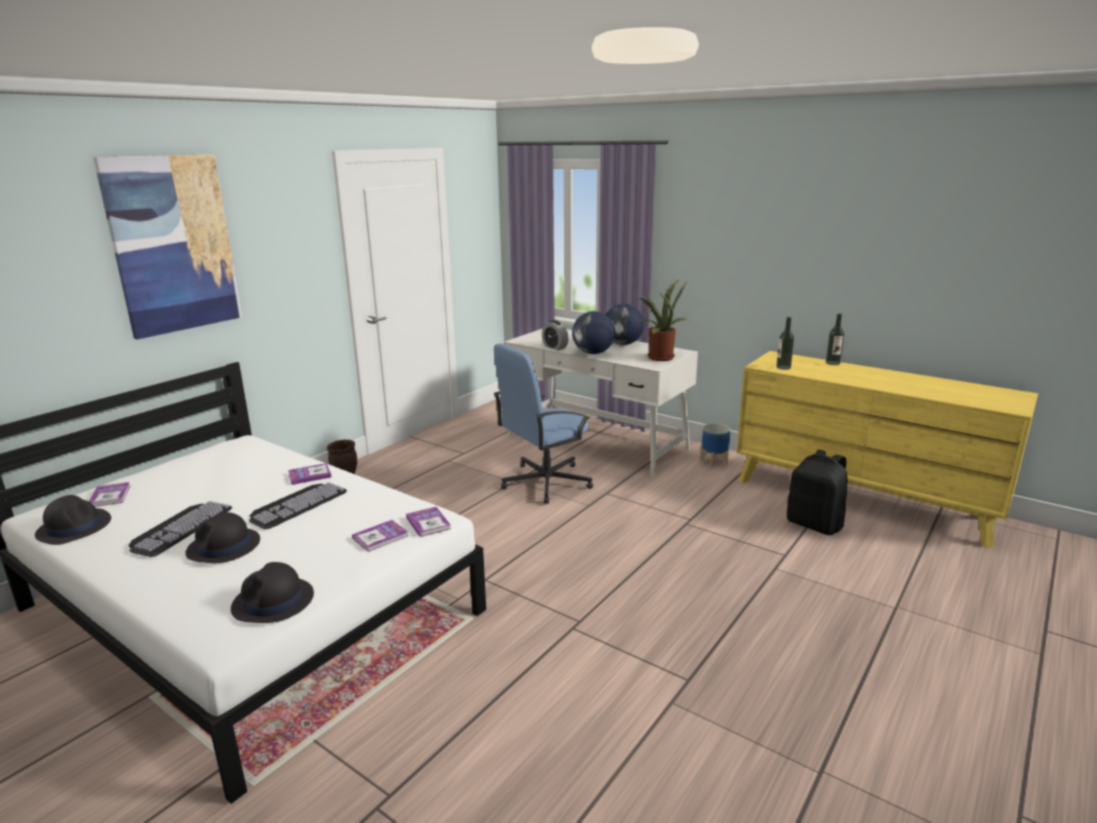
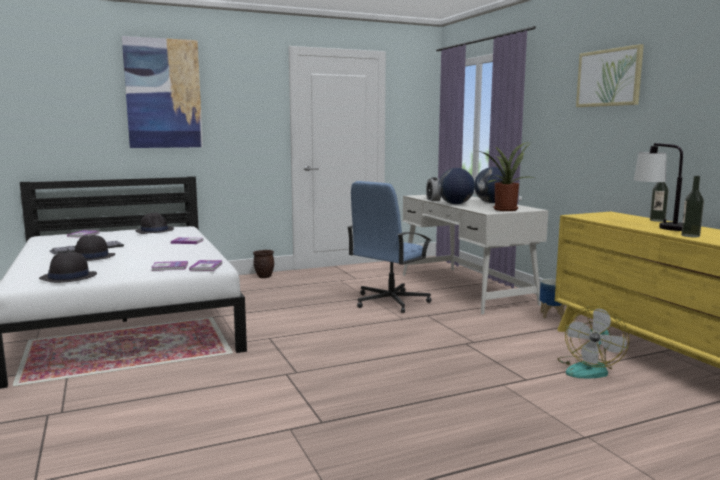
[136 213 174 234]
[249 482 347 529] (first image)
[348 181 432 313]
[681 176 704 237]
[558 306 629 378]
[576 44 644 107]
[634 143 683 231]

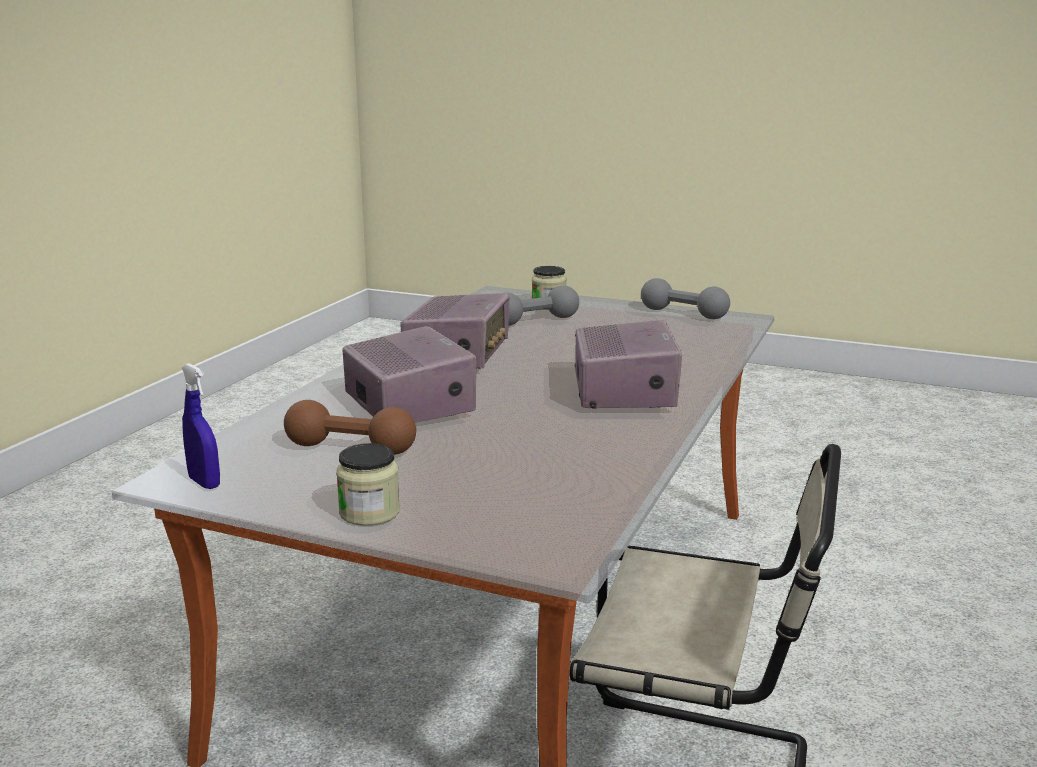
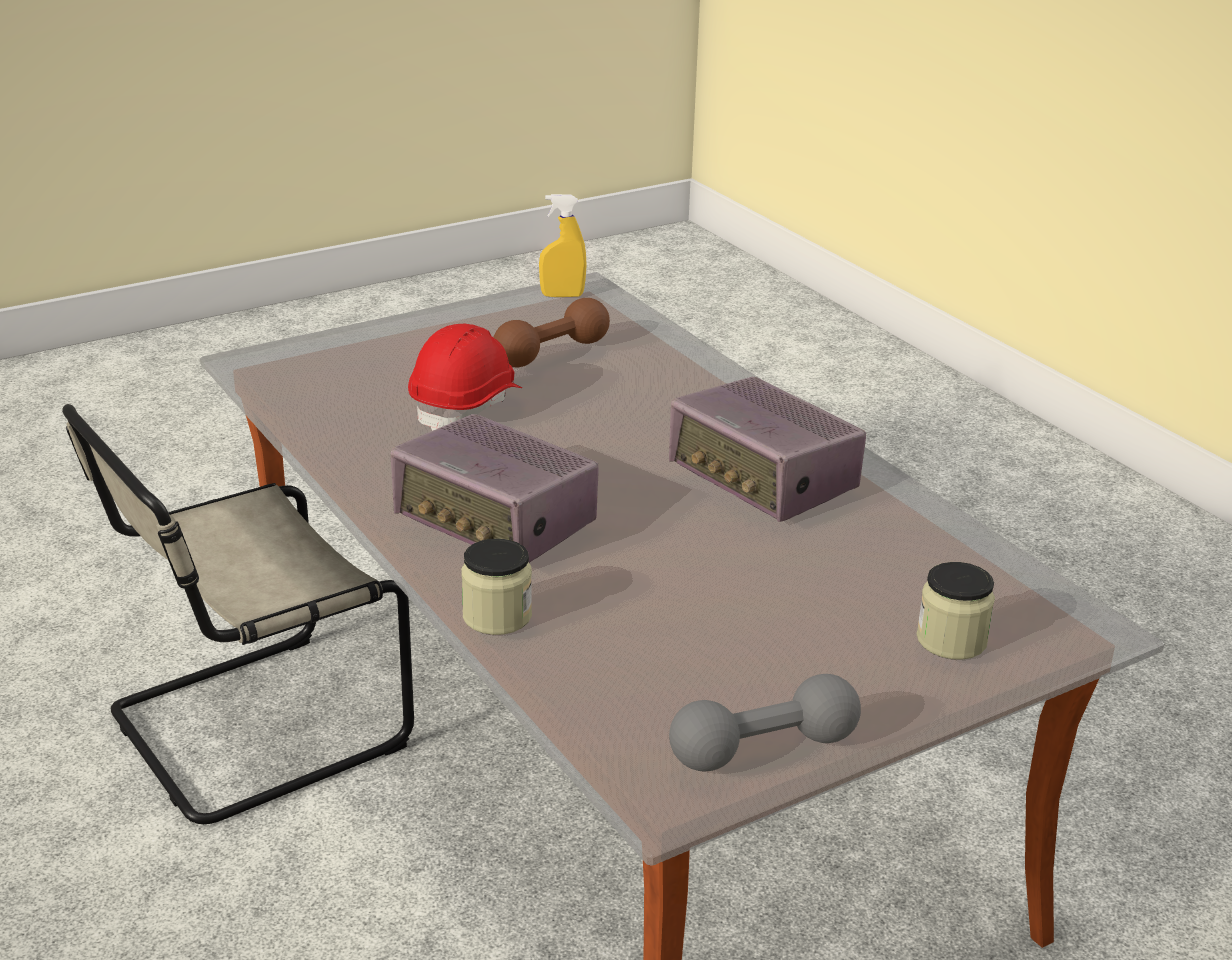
[539 194 587 297]
[461 539 532 635]
[342 326 476 422] (first image)
[505 285 579 326] (first image)
[408 324 522 431]

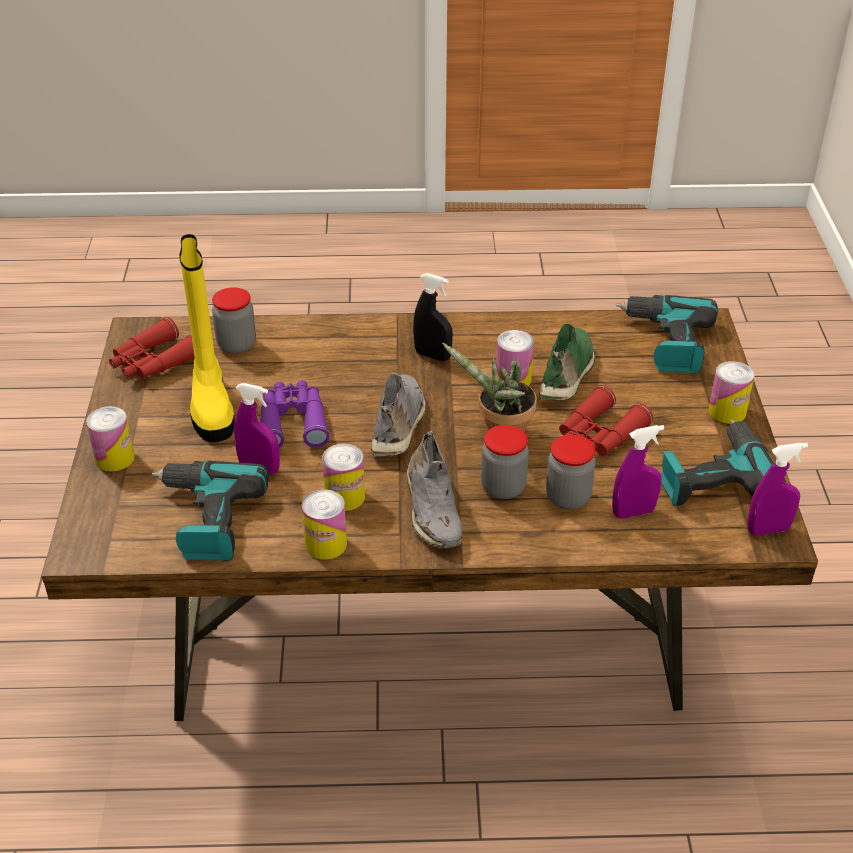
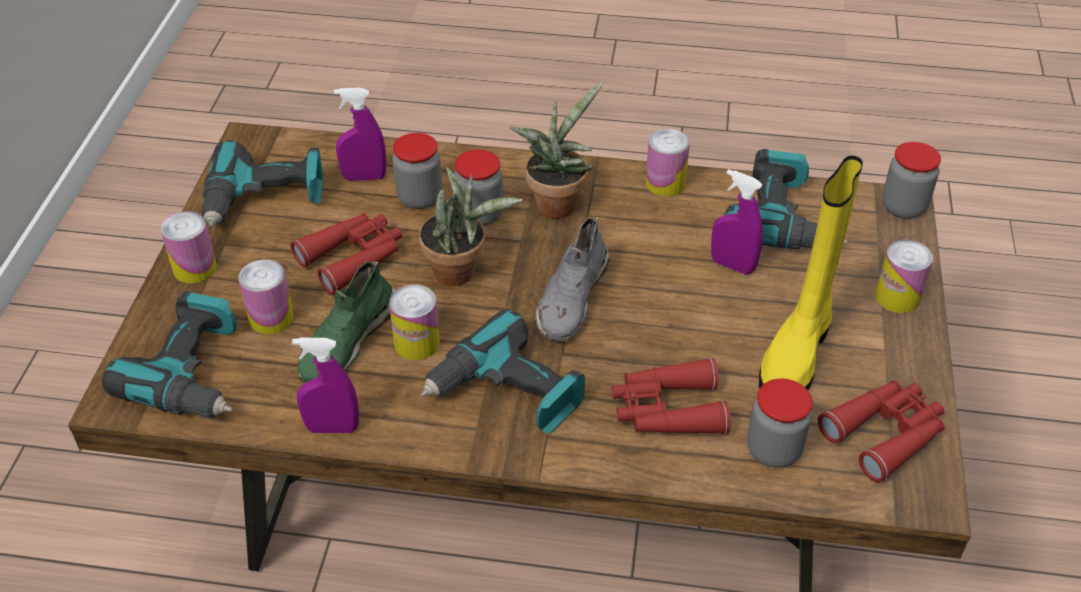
[759 156 863 390]
[260 380 330 448] (first image)
[238 259 294 334]
[509 82 603 219]
[420 309 585 434]
[292 338 359 433]
[612 358 731 434]
[882 142 941 219]

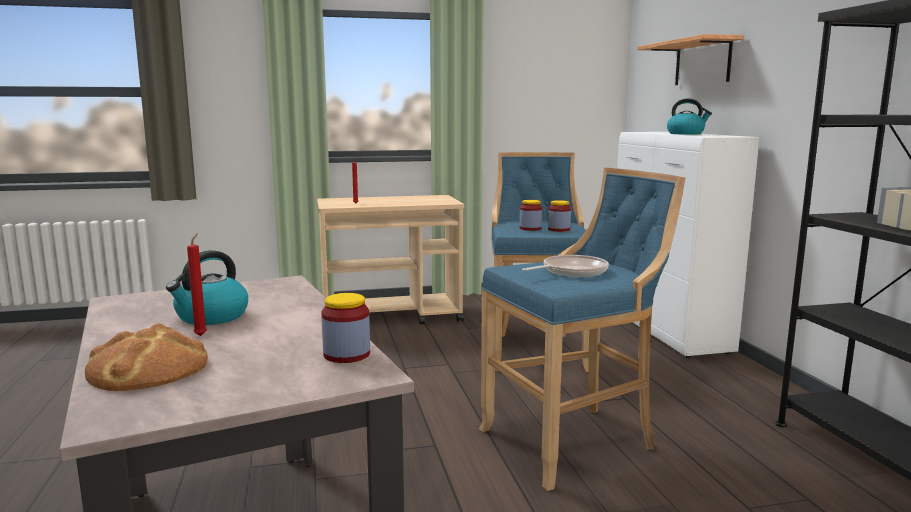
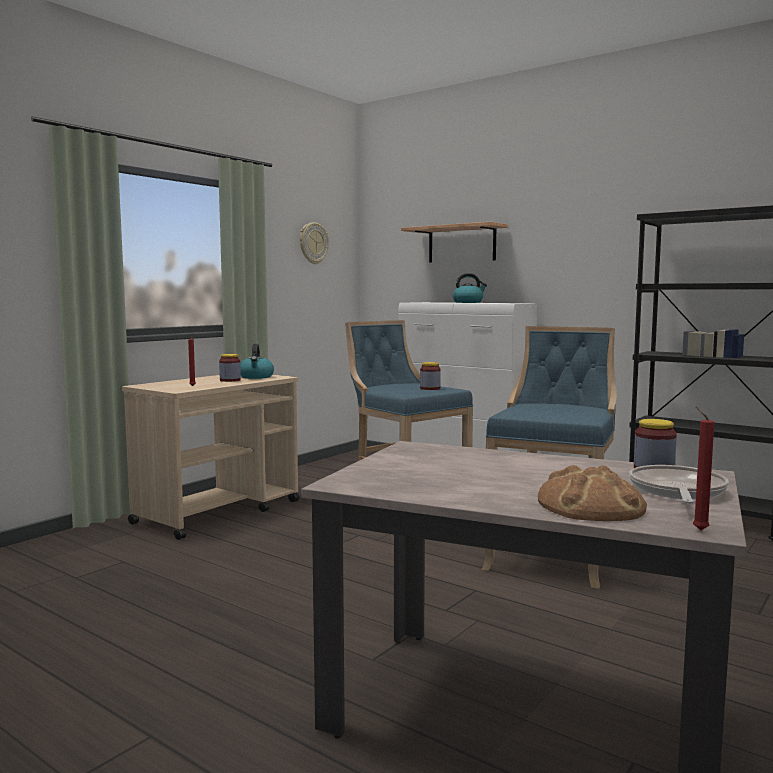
[240 344 274 379]
[693 407 714 531]
[219 354 241 382]
[629 465 729 504]
[300 222 329 264]

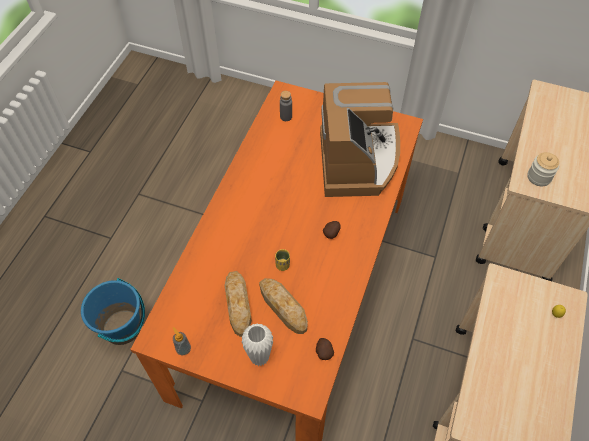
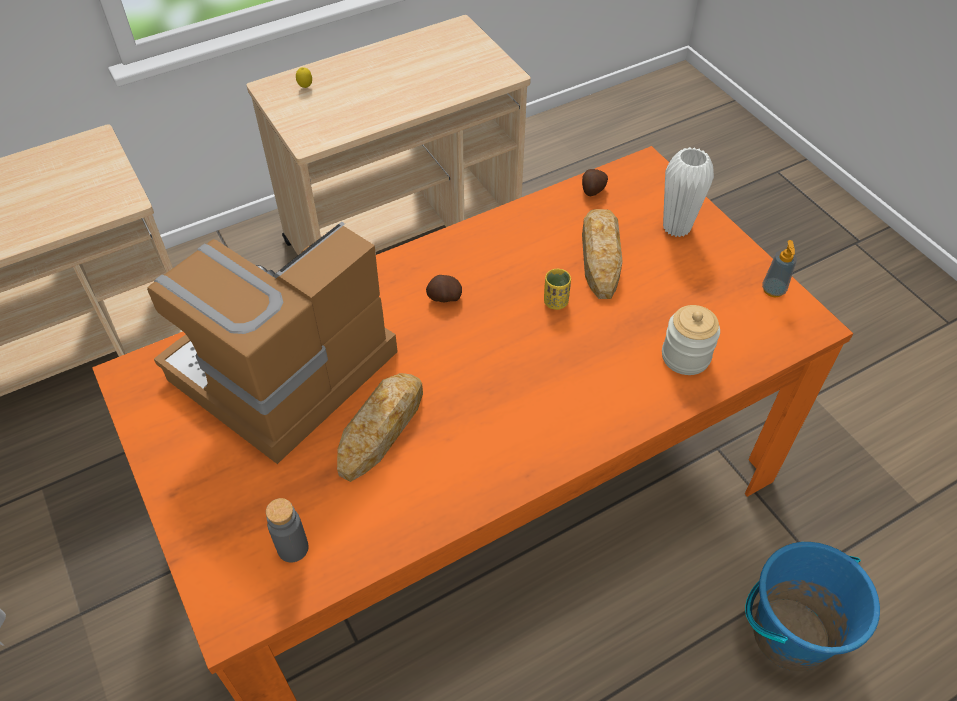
[337 373 423 482]
[662 305 720 375]

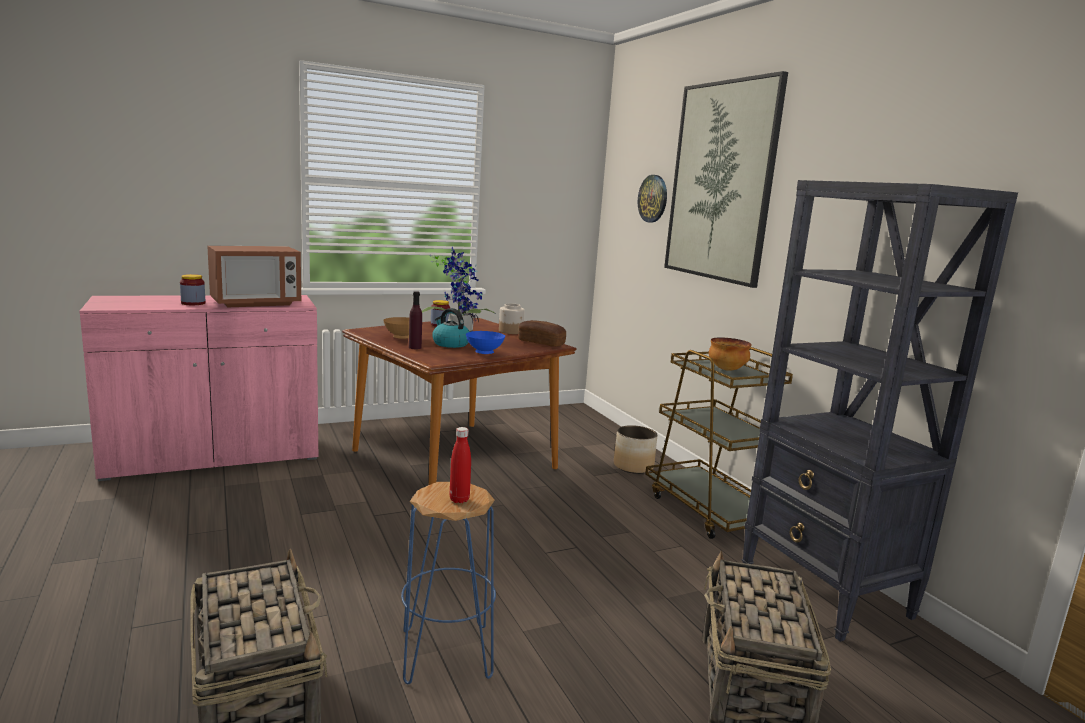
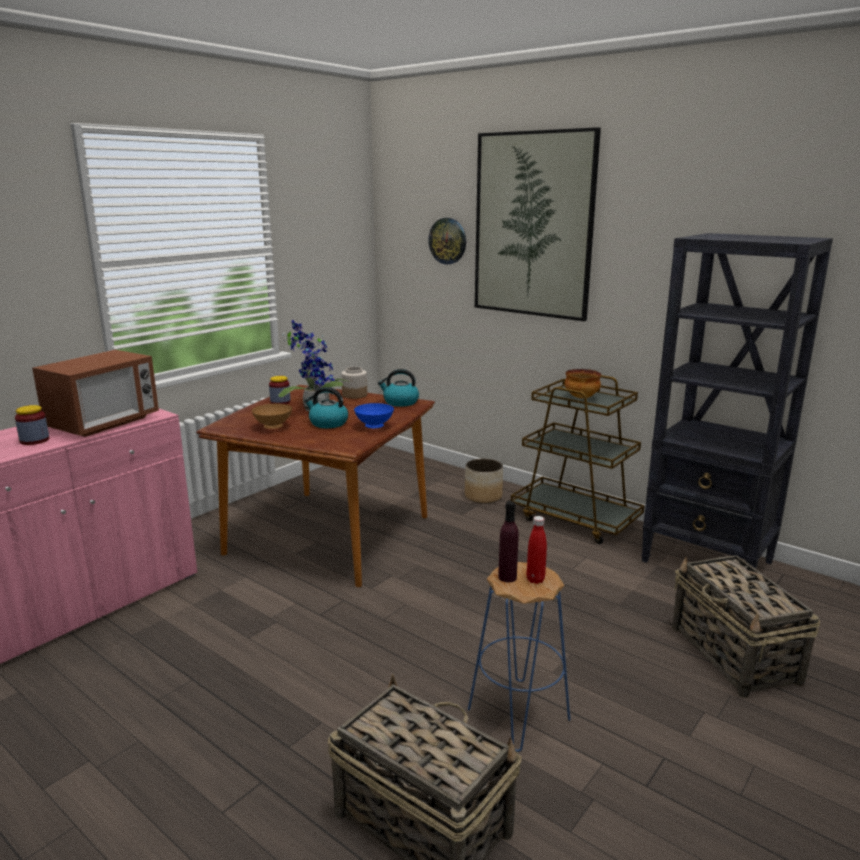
[498 501 519 582]
[378 369 419 407]

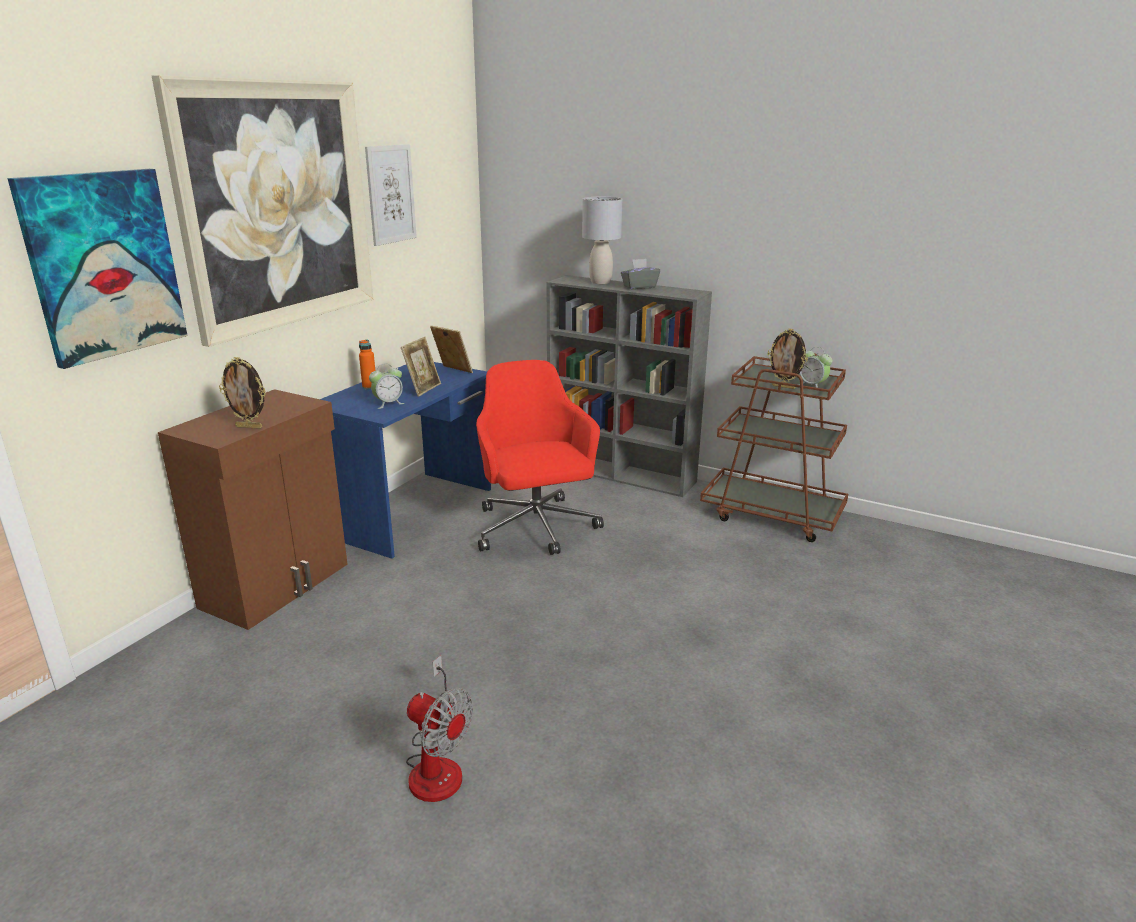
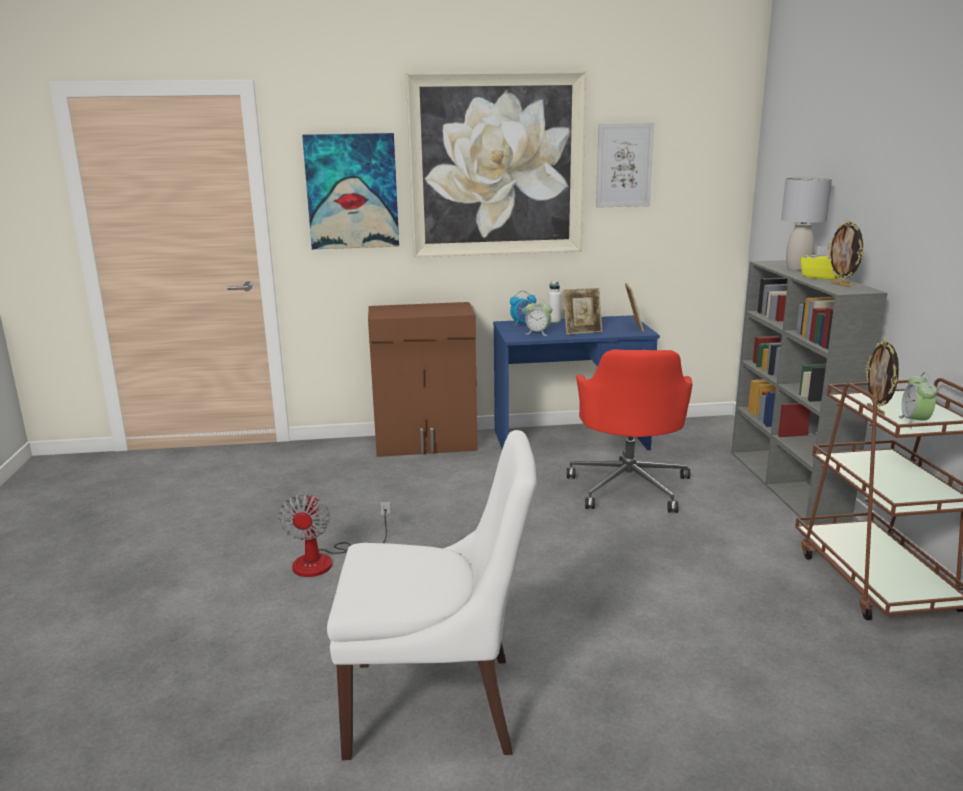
[827 220 864 287]
[549 281 561 324]
[567 349 693 513]
[800 246 840 280]
[327 430 537 760]
[510 291 536 326]

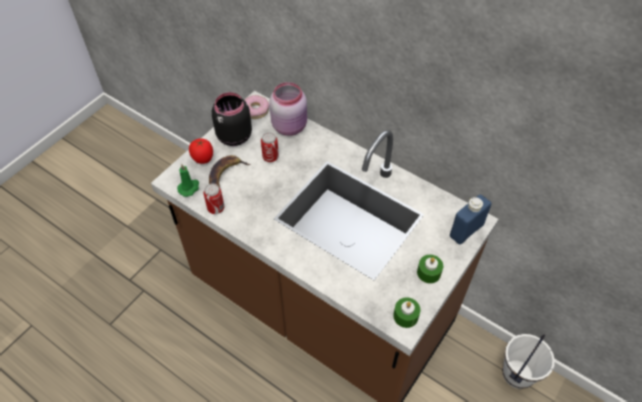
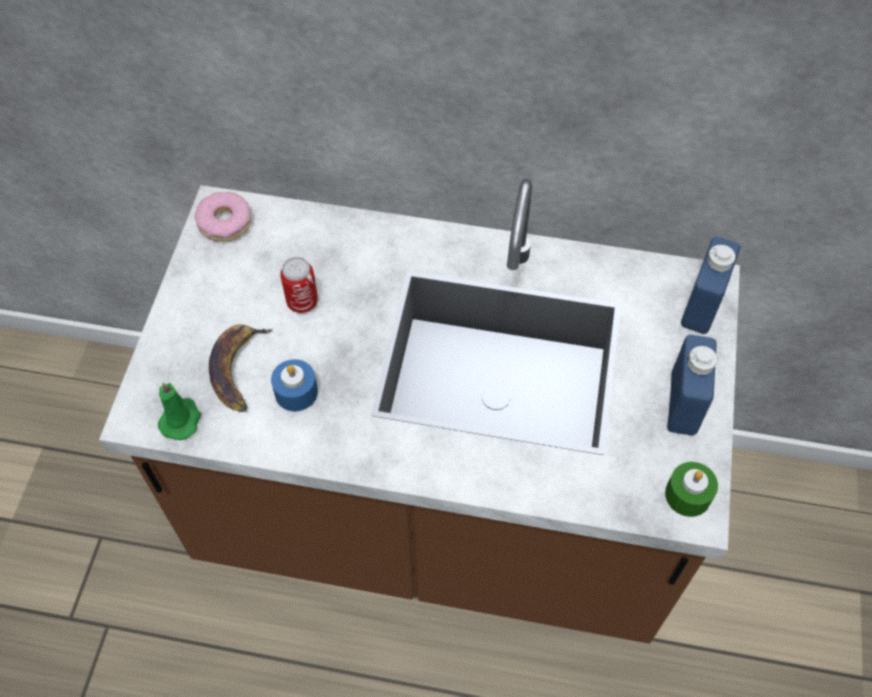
[189 138 213 164] (first image)
[203 183 224 214] (first image)
[212 92 252 146] (first image)
[269 82 307 136] (first image)
[667 335 717 435]
[502 334 555 389] (first image)
[271 359 318 411]

